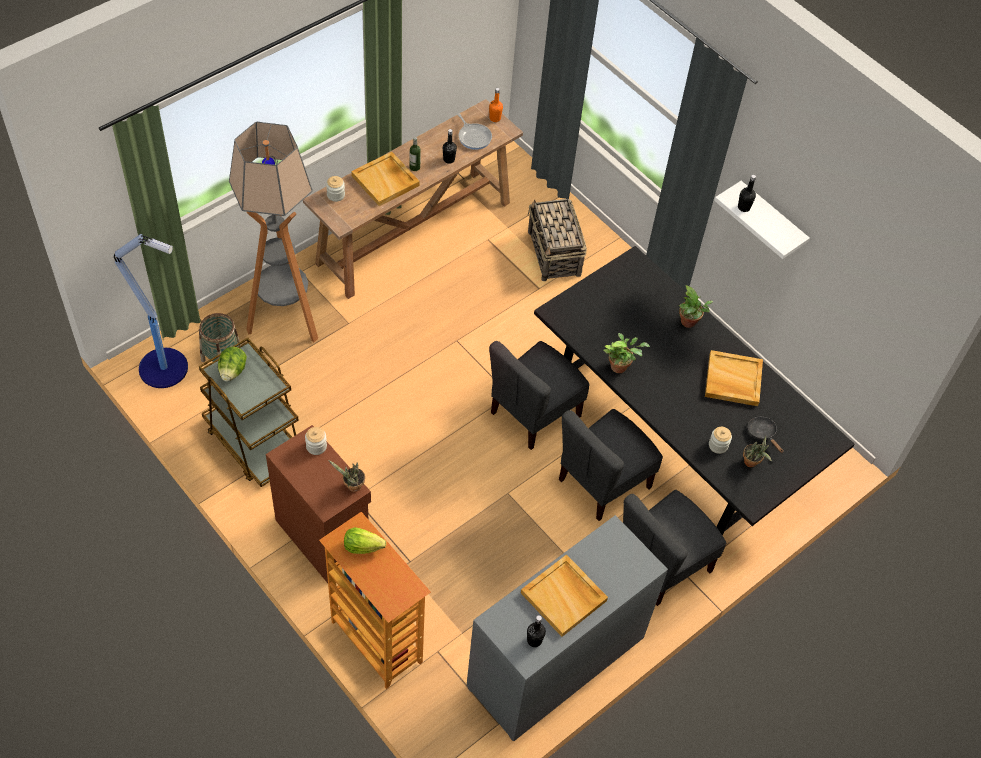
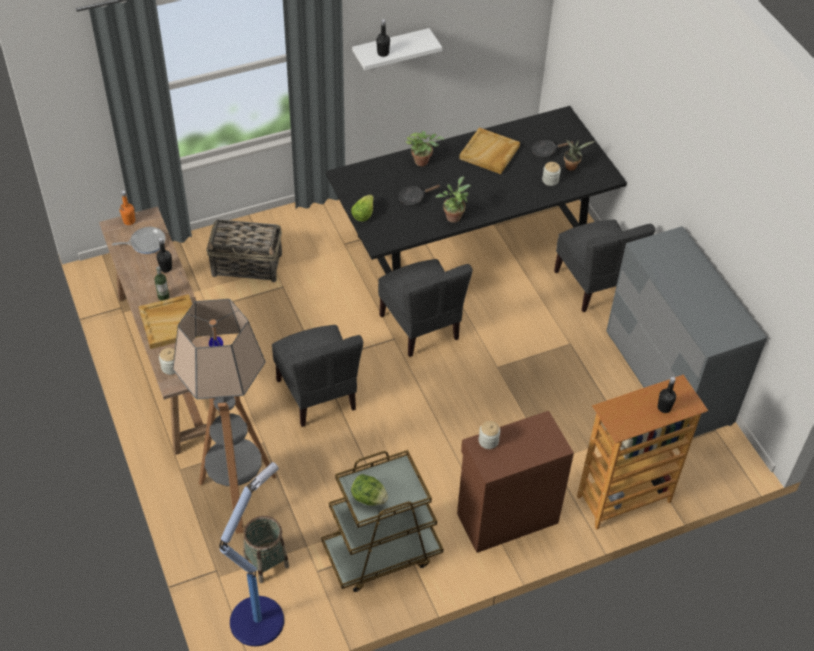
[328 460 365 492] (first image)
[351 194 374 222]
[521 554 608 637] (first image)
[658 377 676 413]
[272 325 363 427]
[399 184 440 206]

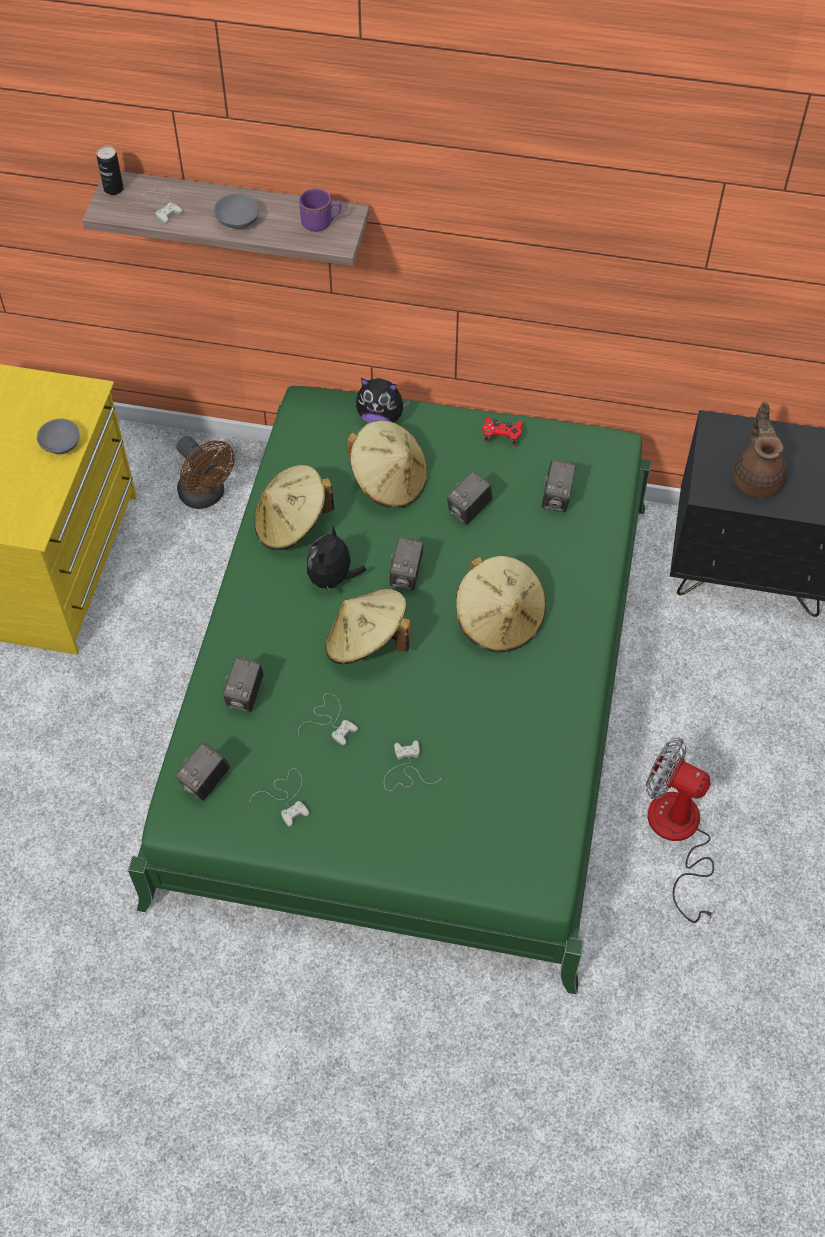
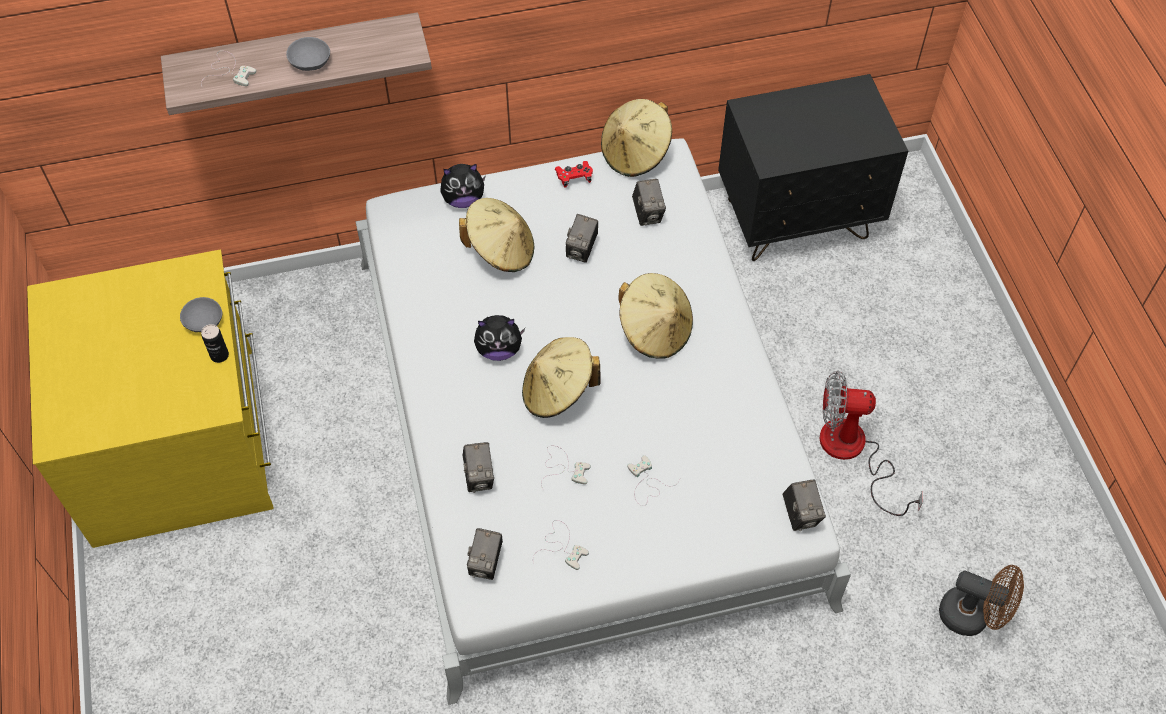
[201 324 229 363]
[356 139 851 705]
[939 565 1024 636]
[601 99 672 177]
[299 189 341 232] (first image)
[474 315 525 361]
[782 480 826 531]
[733 402 788 498] (first image)

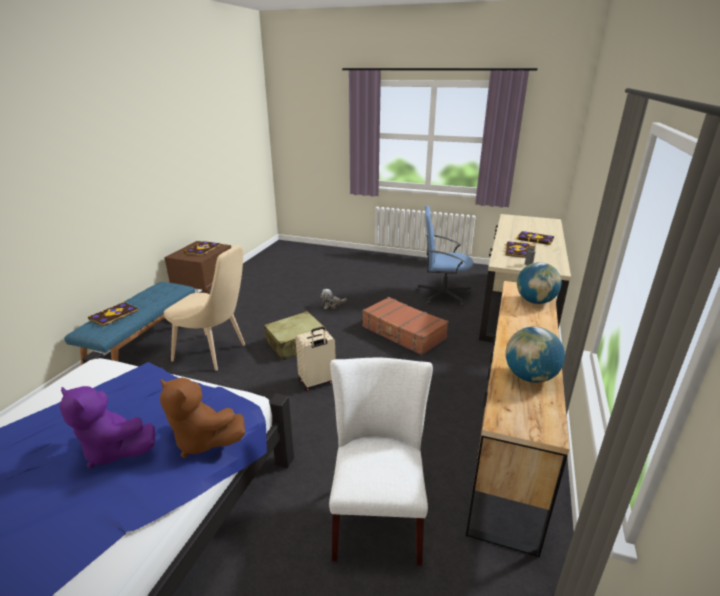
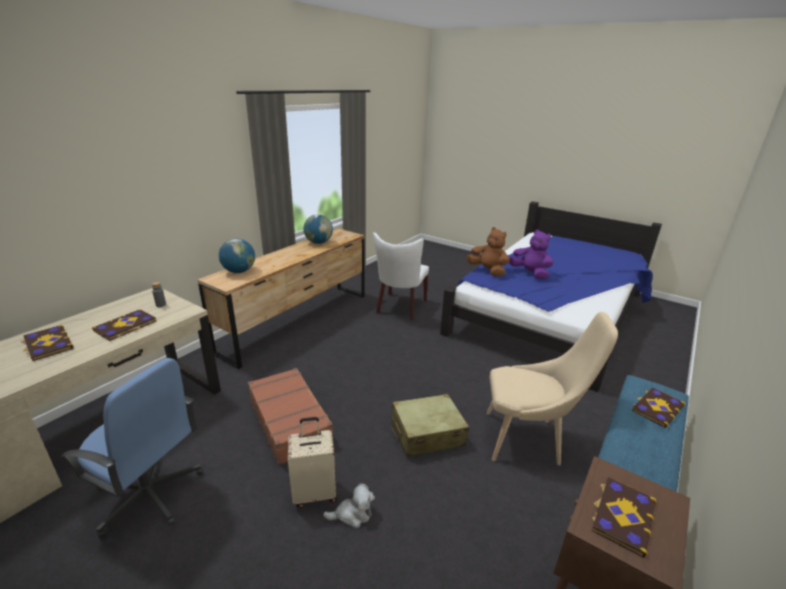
[487 312 618 466]
[288 417 337 507]

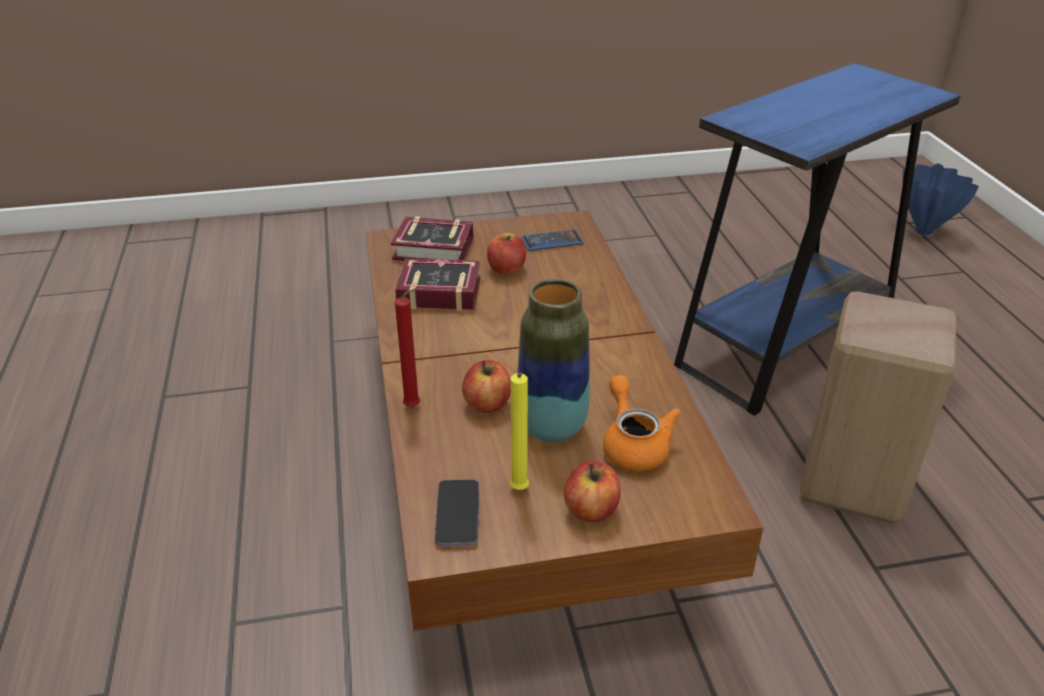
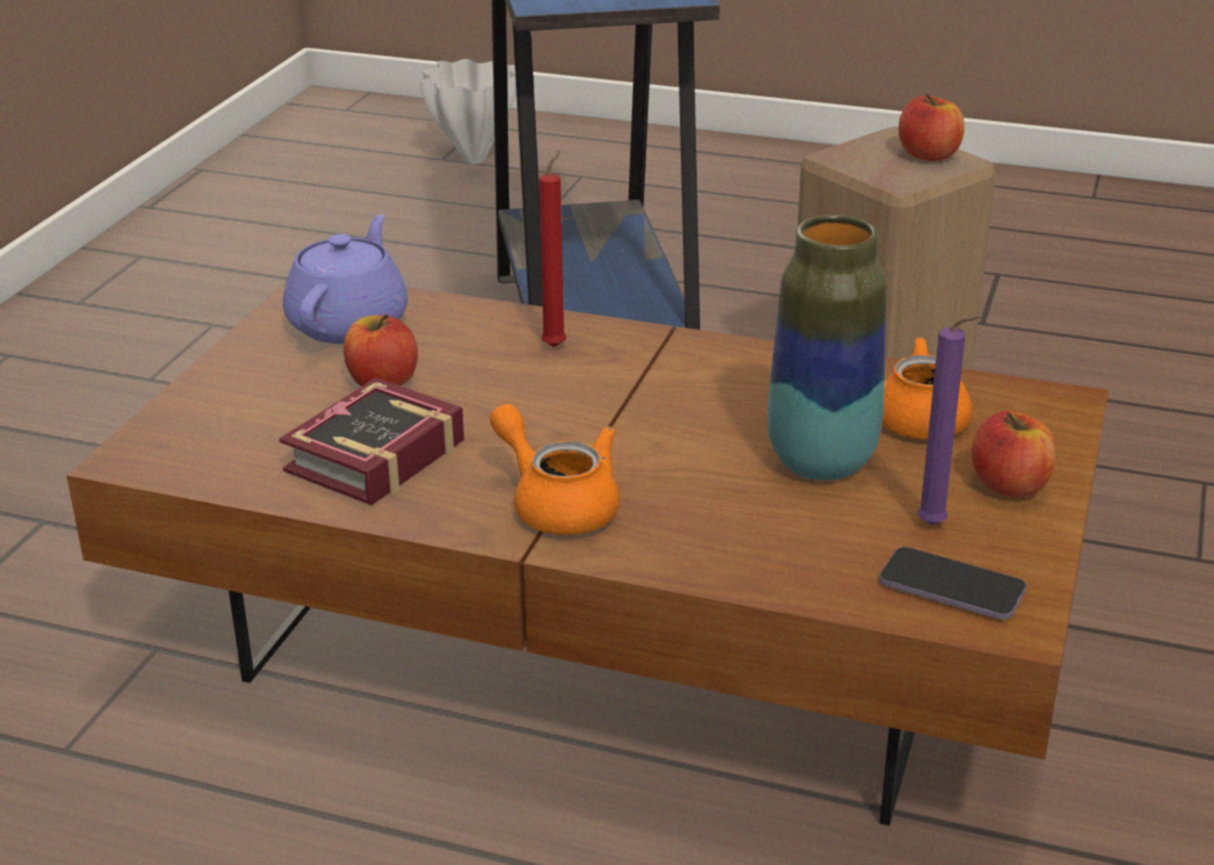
[391 216 474 261] (first image)
[539 150 566 347]
[898 94 964 161]
[917 316 980 525]
[283 214 408 344]
[420 59 516 164]
[490 404 620 535]

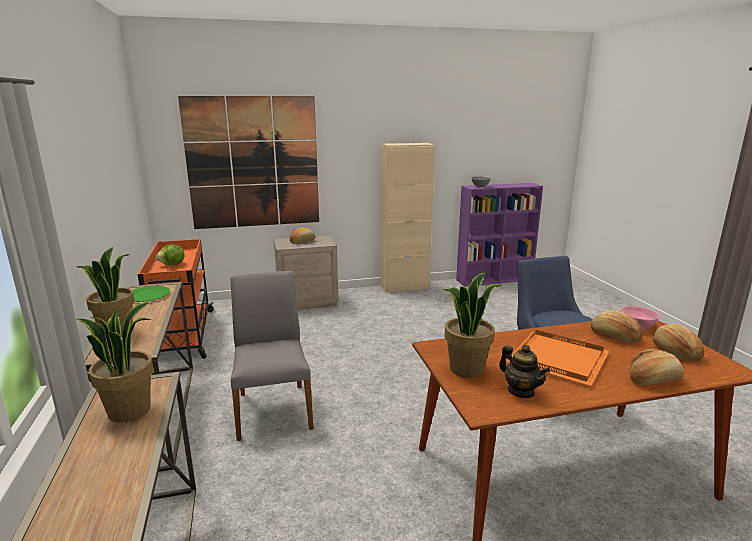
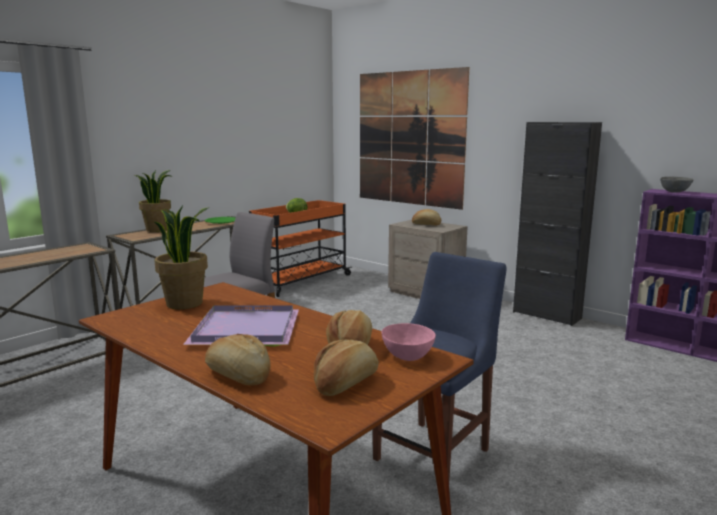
[76 302 154 423] (first image)
[513 122 602 326]
[499 345 550 398] (first image)
[183 306 299 347]

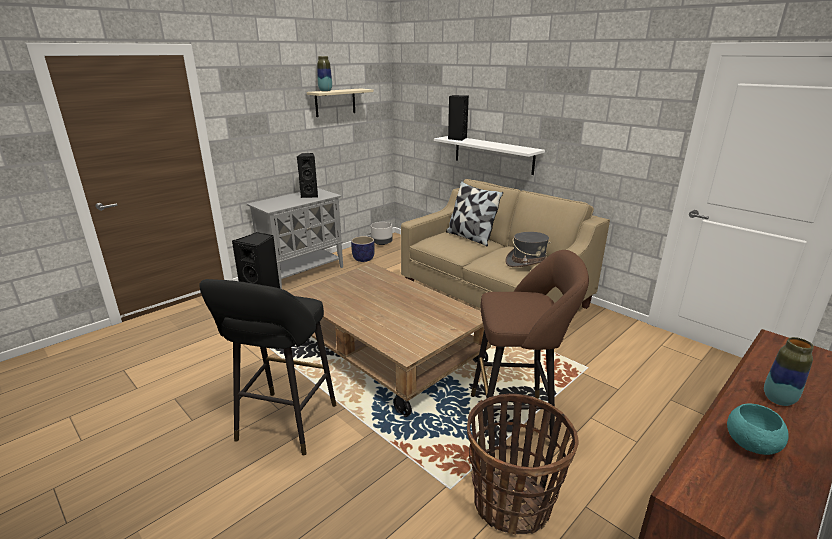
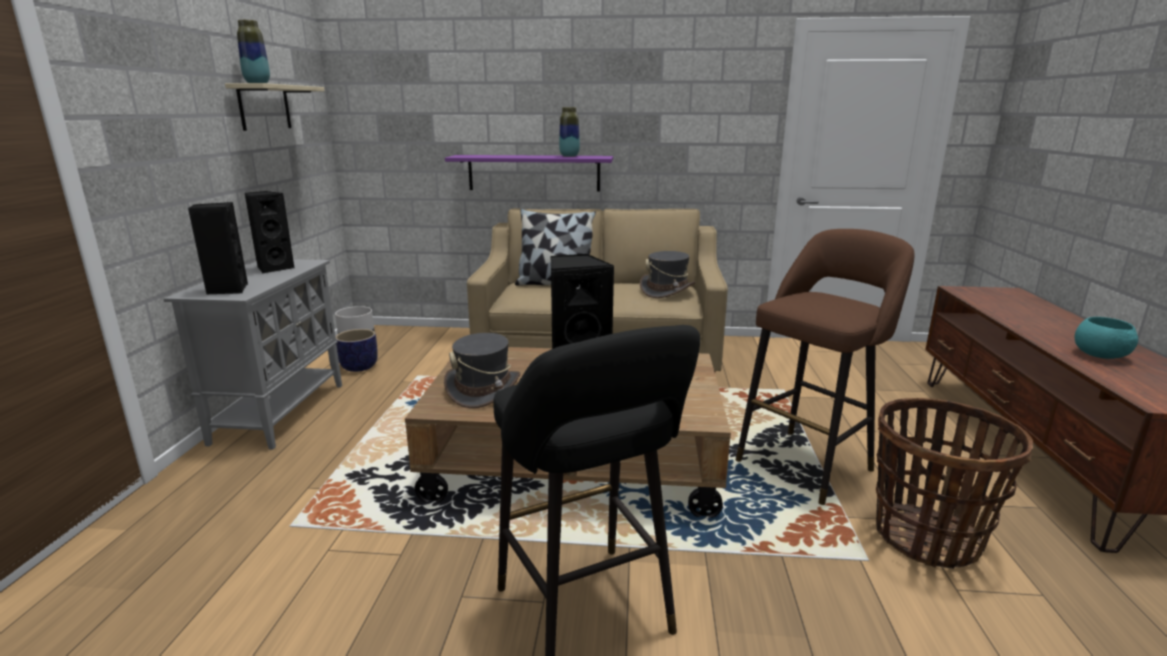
[445 155 613 191]
[188 202 248 294]
[559 107 580 157]
[444 333 520 408]

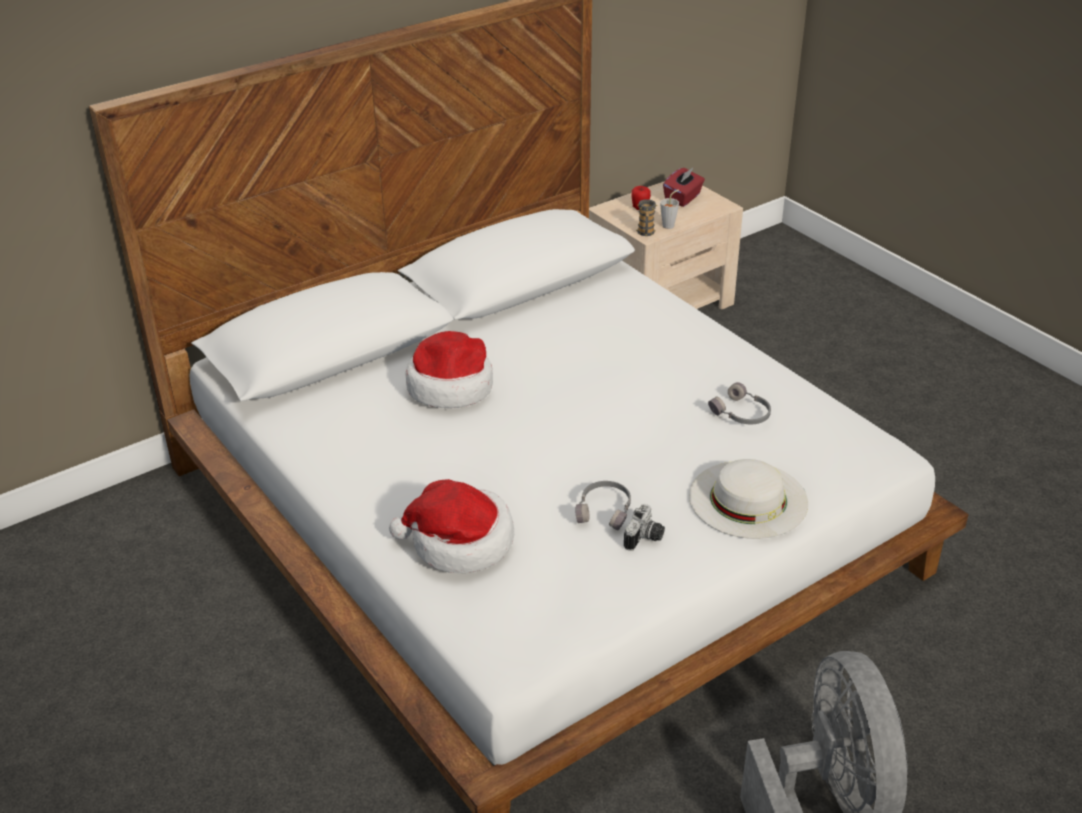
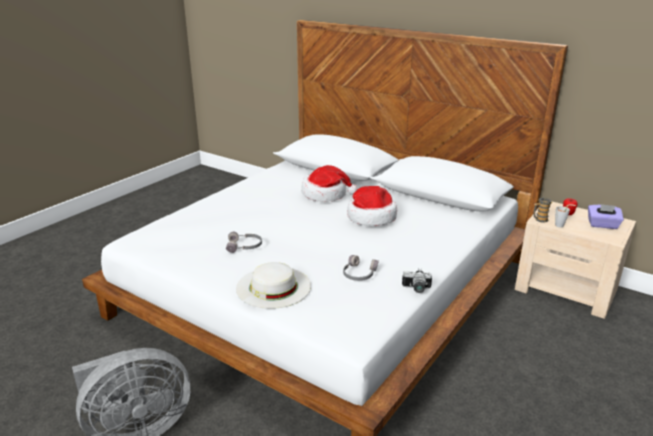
[347 186 397 226]
[402 269 432 293]
[588 204 624 229]

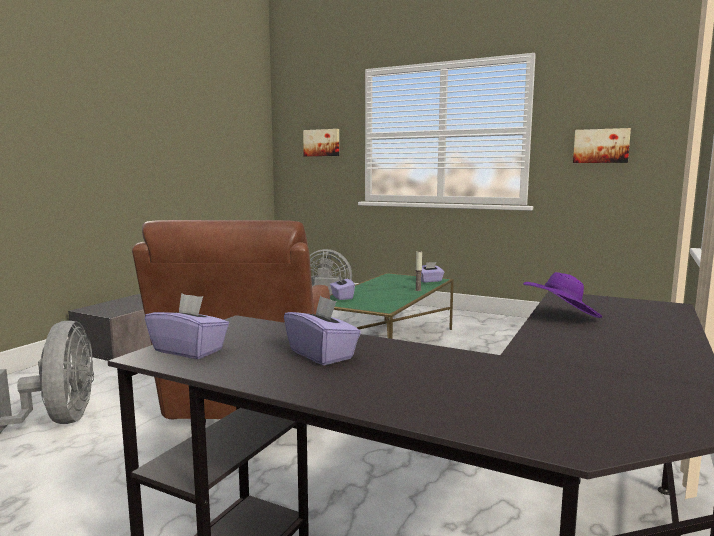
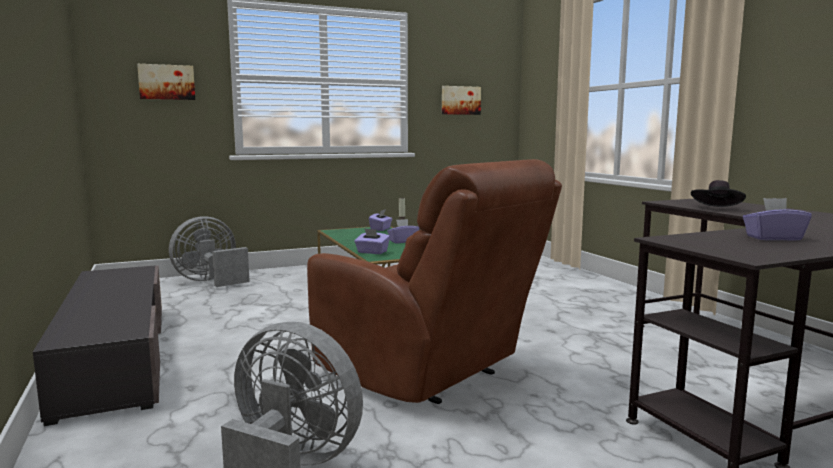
[387 219 419 243]
[691 180 746 207]

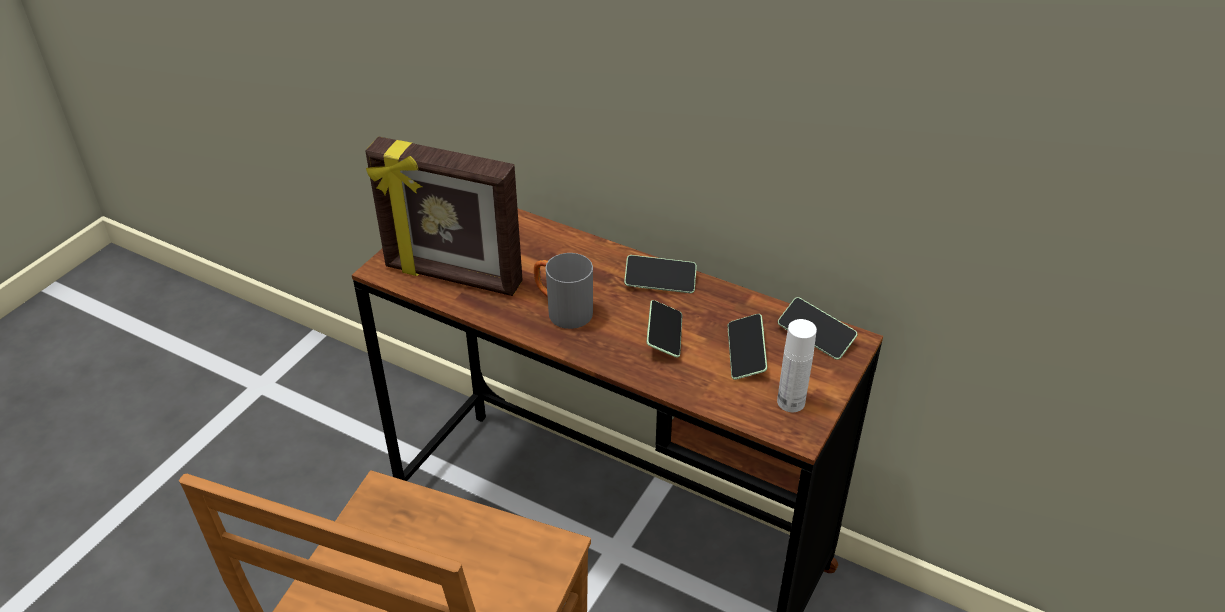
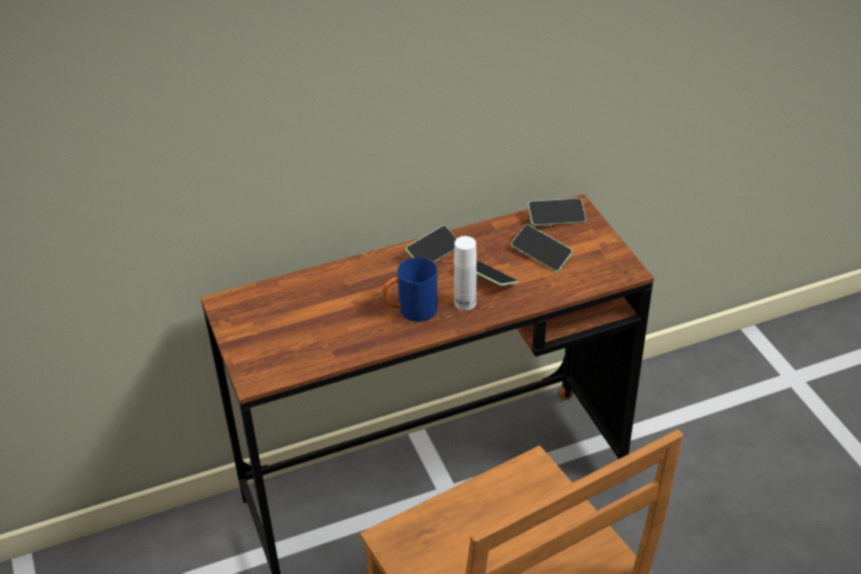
[365 136 523 296] (first image)
[382 257 437 322]
[454 236 477 310]

